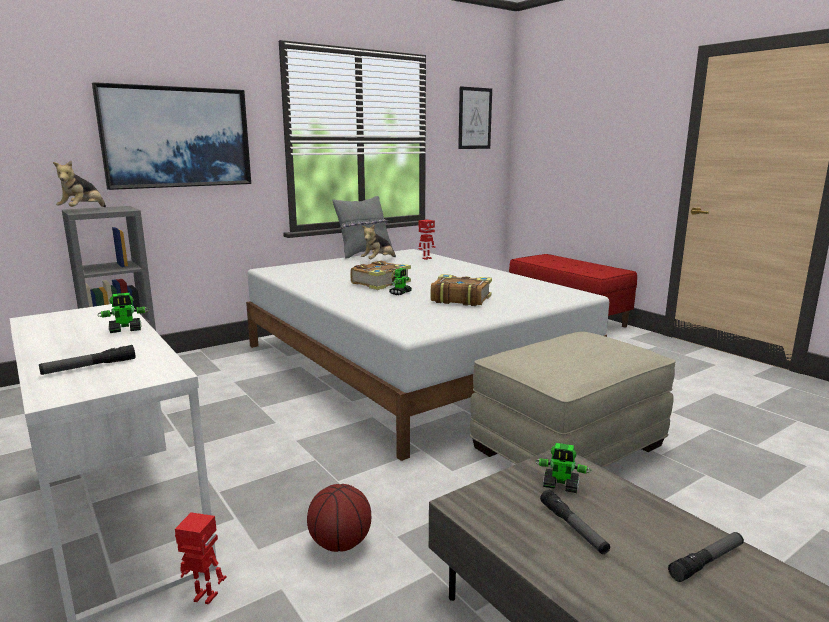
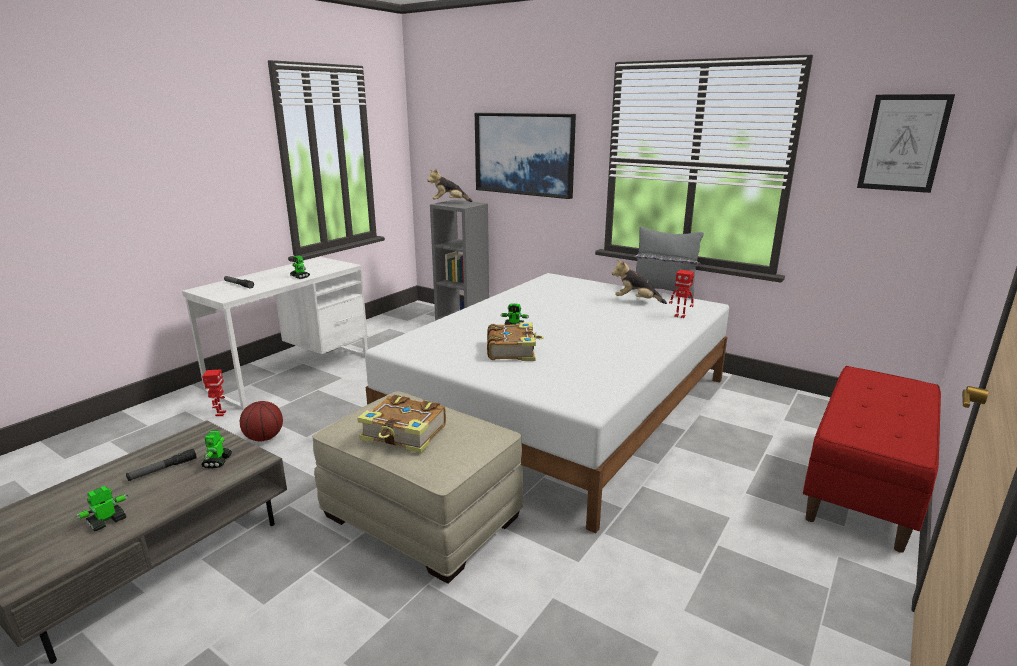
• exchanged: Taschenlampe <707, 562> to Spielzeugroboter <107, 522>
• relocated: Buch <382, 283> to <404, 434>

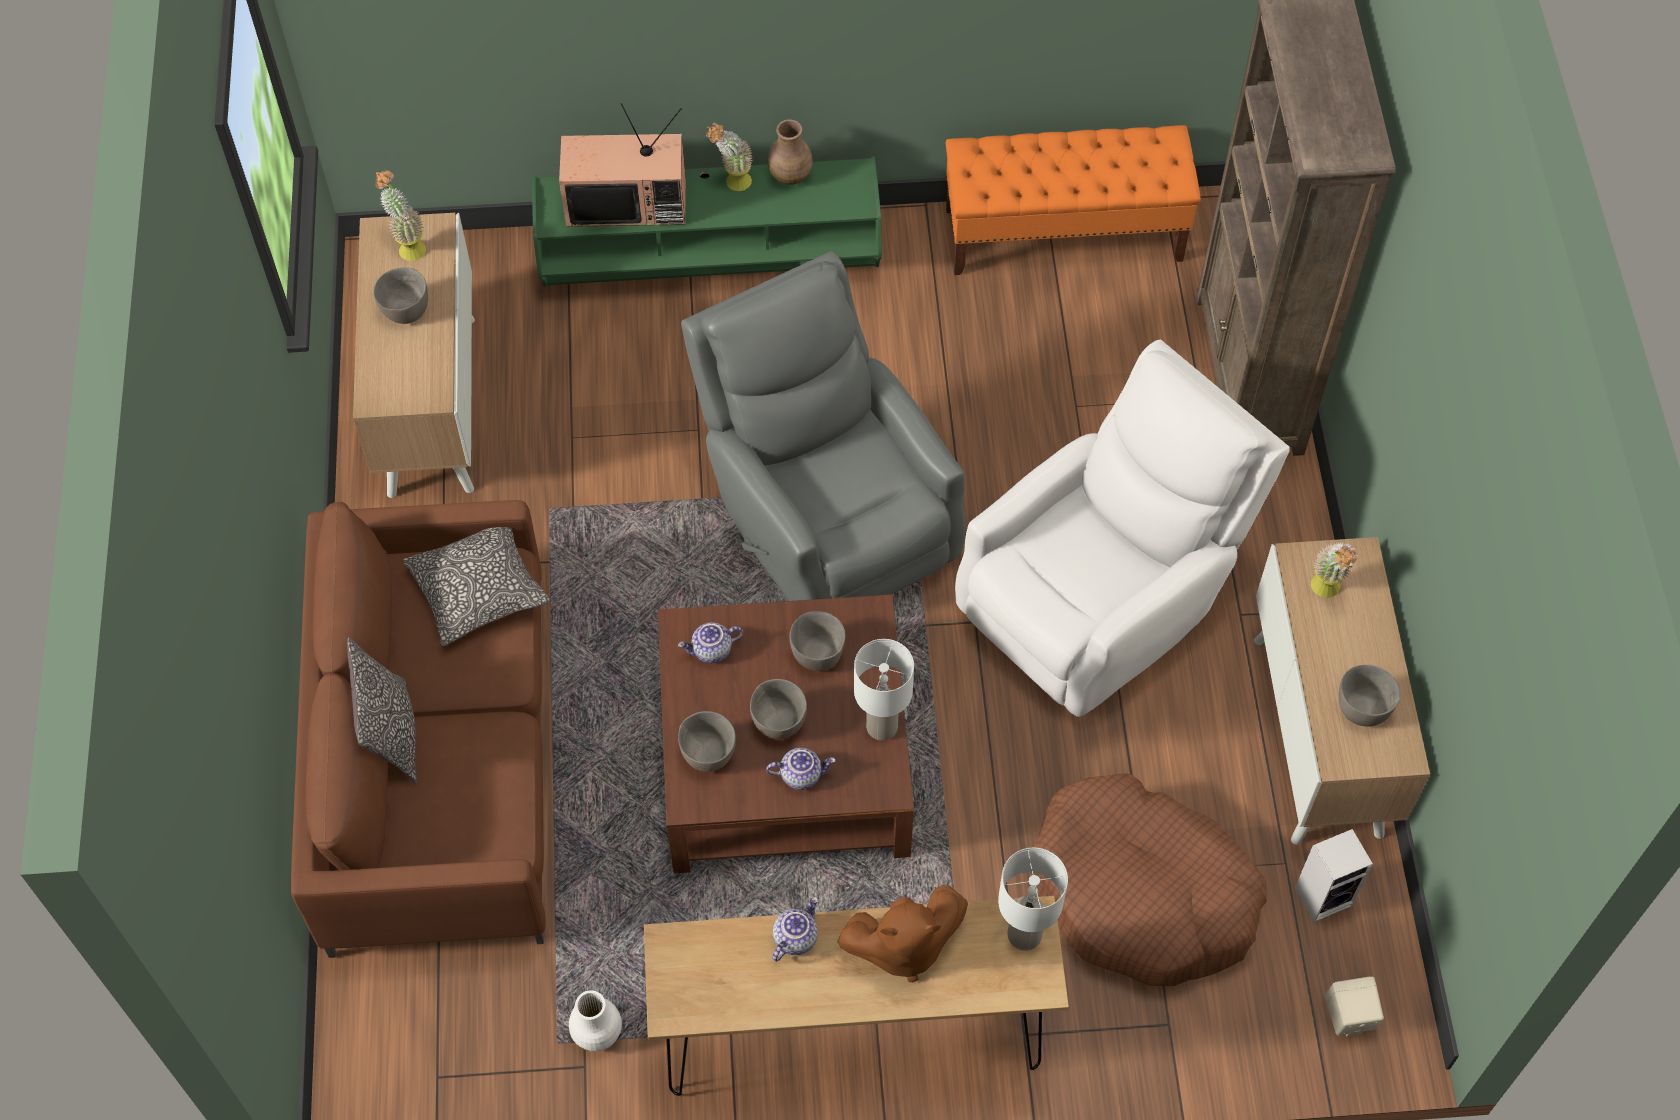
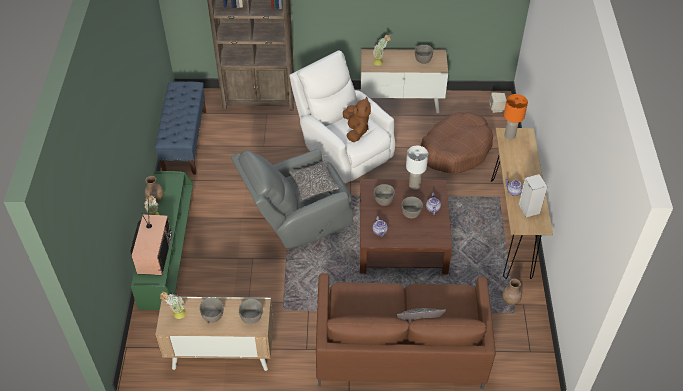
• colour: Bank (orange) <1064, 234> to Bank (blau) <185, 141>
• relocated: Schüssel (grau) <708, 755> to <252, 317>
• relocated: Kissen <478, 590> to <314, 184>
• relocated: Plüschtier (braun) <902, 946> to <356, 130>
• colour: Vase (weiß) <596, 1033> to Vase (braun) <510, 300>
• colour: Tischlampe (weiß) <1025, 935> to Tischlampe (orange) <510, 135>
• relocated: Lautsprecher <1324, 895> to <528, 208>

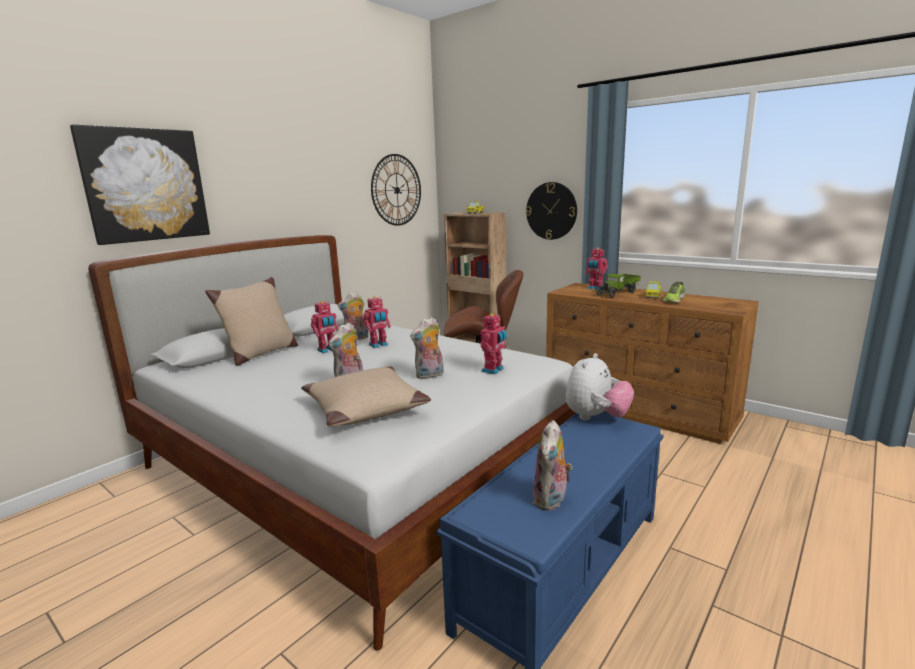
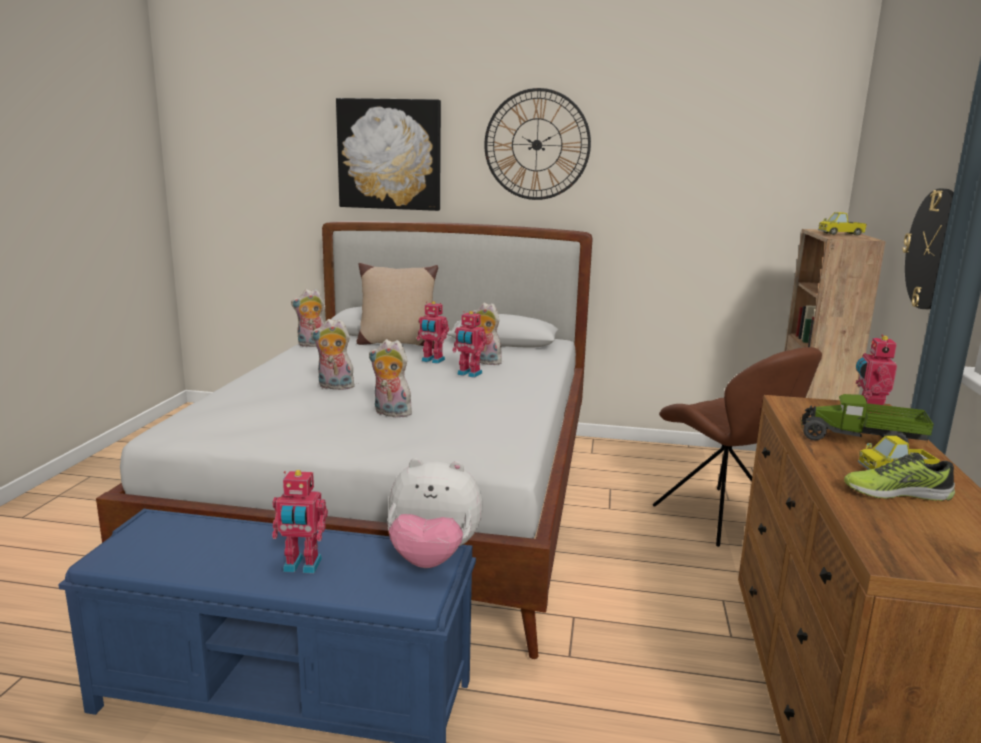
• relocated: Spielzeugroboter <494, 370> to <302, 566>
• relocated: Plüschtier <551, 500> to <311, 345>
• relocated: Wanduhr <396, 190> to <537, 145>
• missing: Kissen (beige) <364, 408>

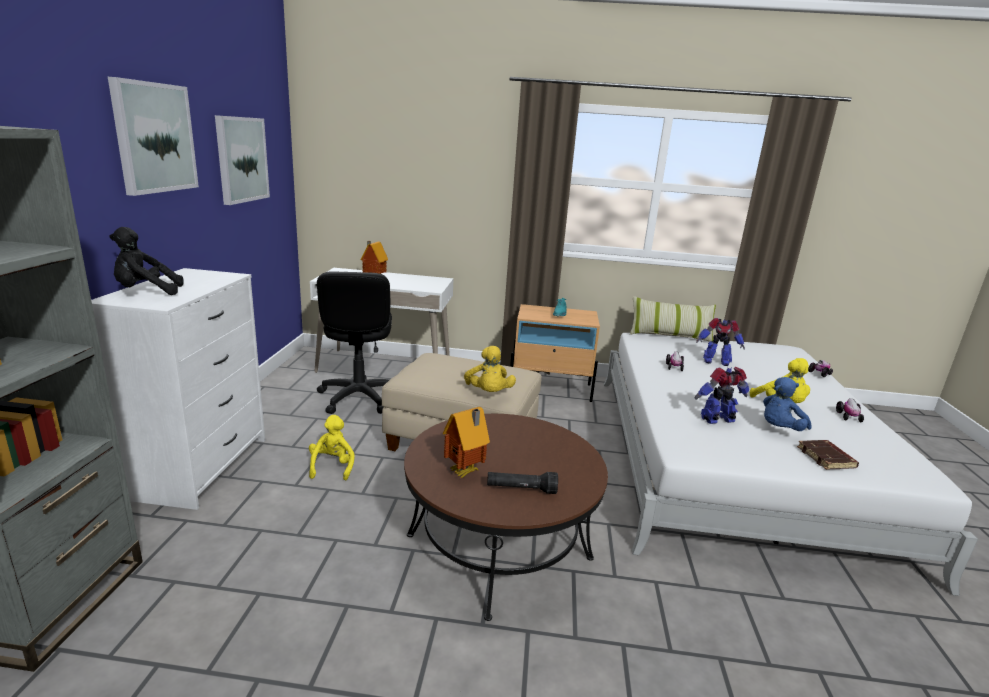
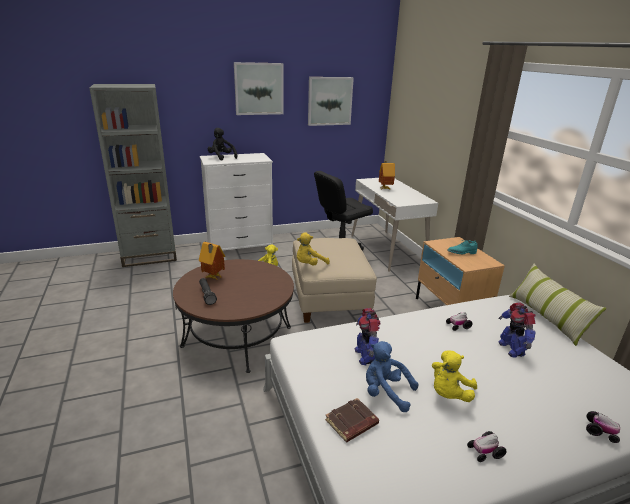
• spun: Spielzeugroboter <718, 420> = <365, 356> 150 degrees counterclockwise

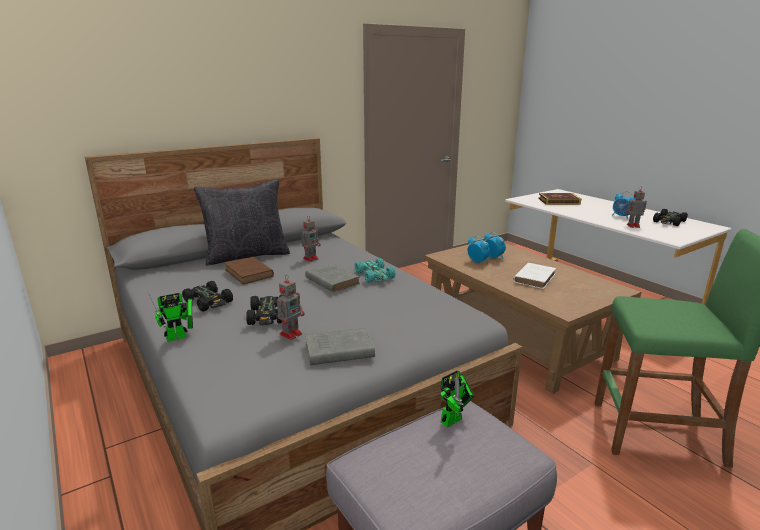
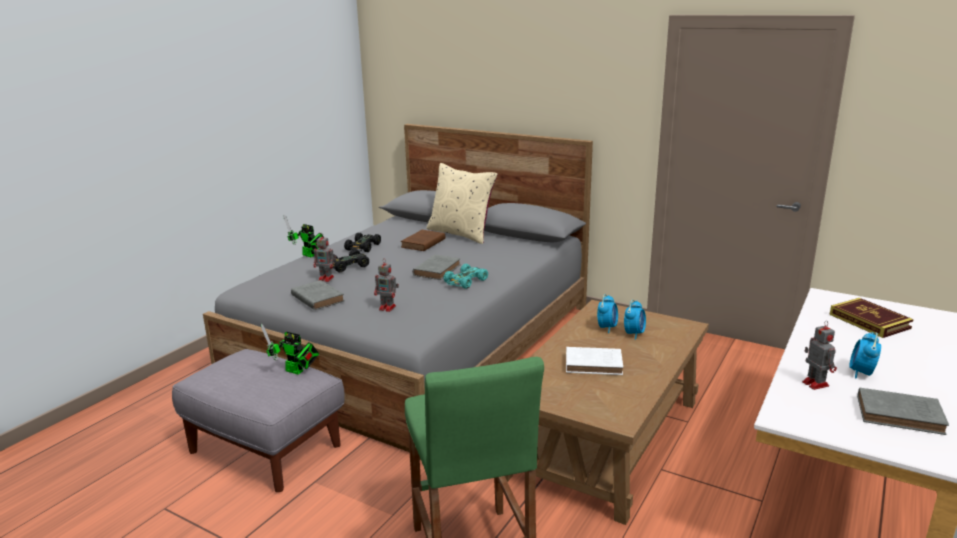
• relocated: Spielzeugroboter <311, 258> to <388, 308>
• colour: Kissen (schwarz) <246, 255> to Kissen (beige) <461, 233>
• exchanged: Spielzeugauto (schwarz) <669, 222> to Buch (grau) <902, 415>

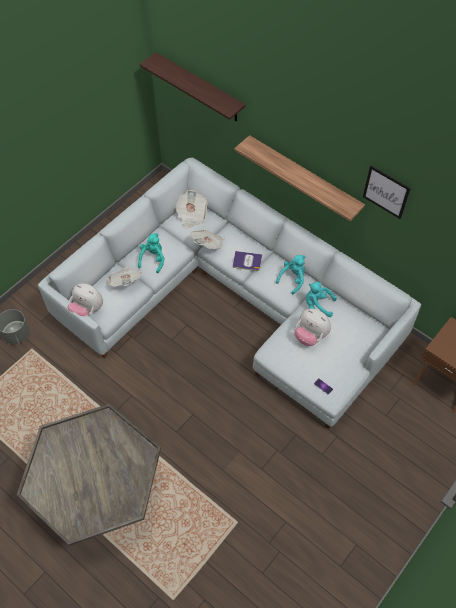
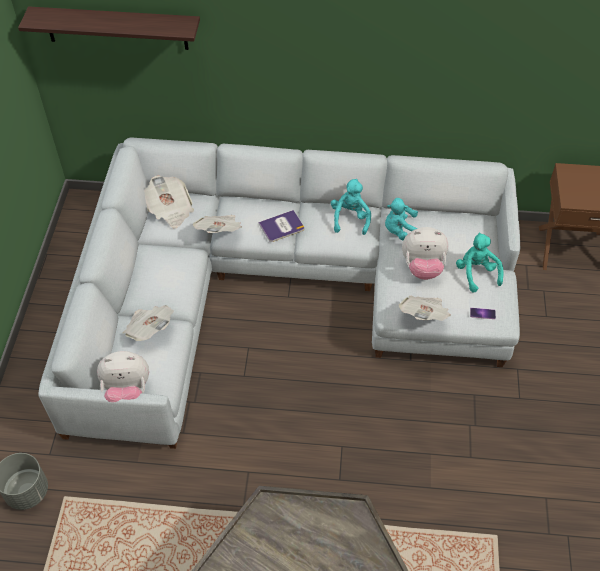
• appeared: Zeitung <424, 316>
• relocated: Plüschtier (türkis) <153, 259> to <476, 273>
• missing: Wandregal <304, 178>
• missing: Bild <386, 192>

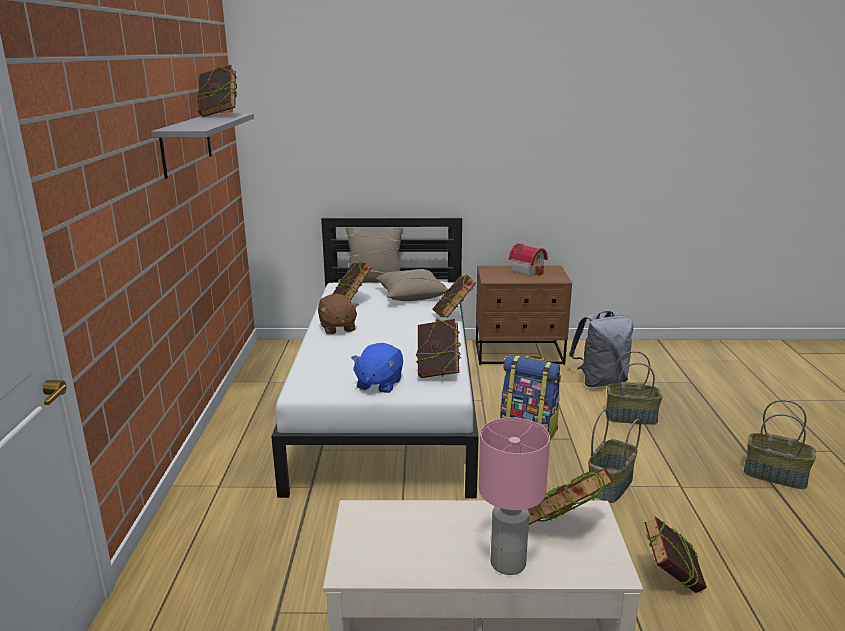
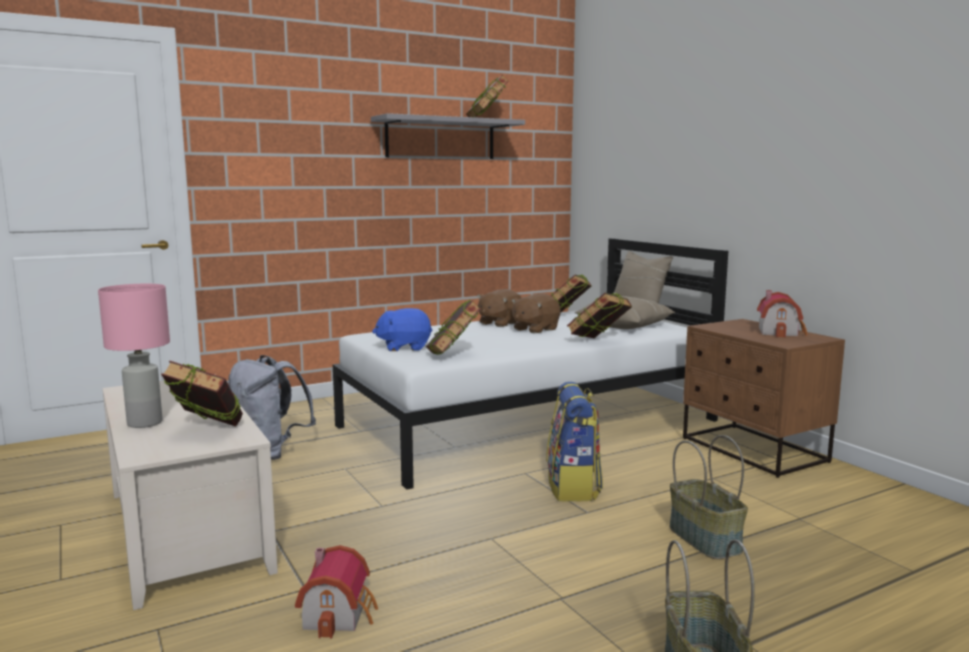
• relocated: Rucksack (grau) <600, 381> to <270, 453>
• exchanged: Buch <670, 580> to Spielzeughaus <340, 614>
• appeared: Plüschtier (braun) <535, 329>
• missing: Korb <610, 486>

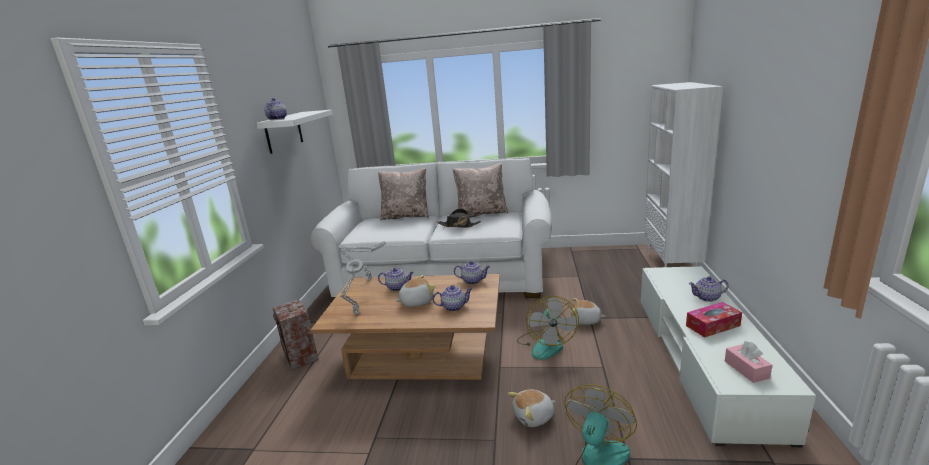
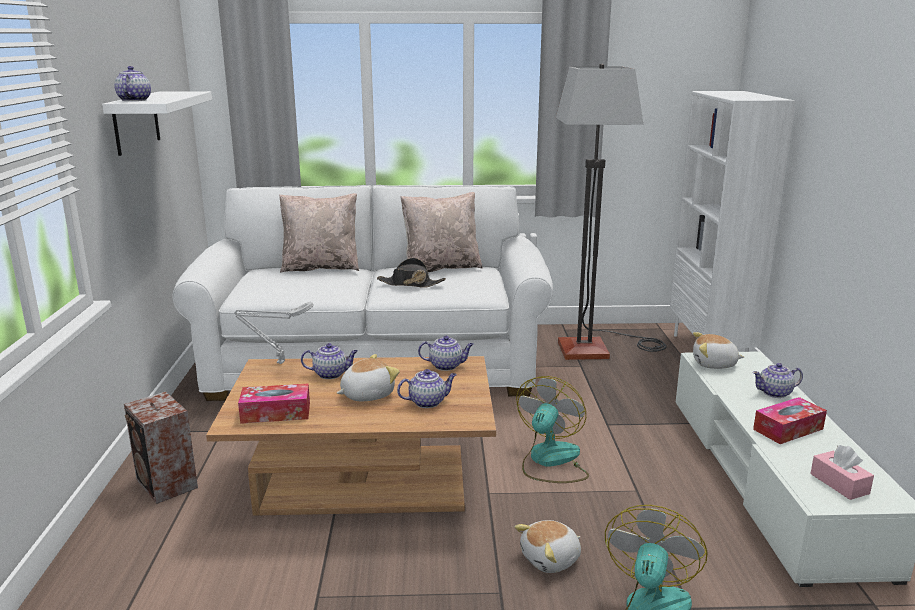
• exchanged: Tischlampe (grau) <356, 314> to Taschentuchbox <276, 413>
• spun: Ventilator <546, 344> = <550, 461> 150 degrees counterclockwise
• appeared: Stehlampe <597, 348>
• relocated: Plüschtier <585, 320> to <714, 364>

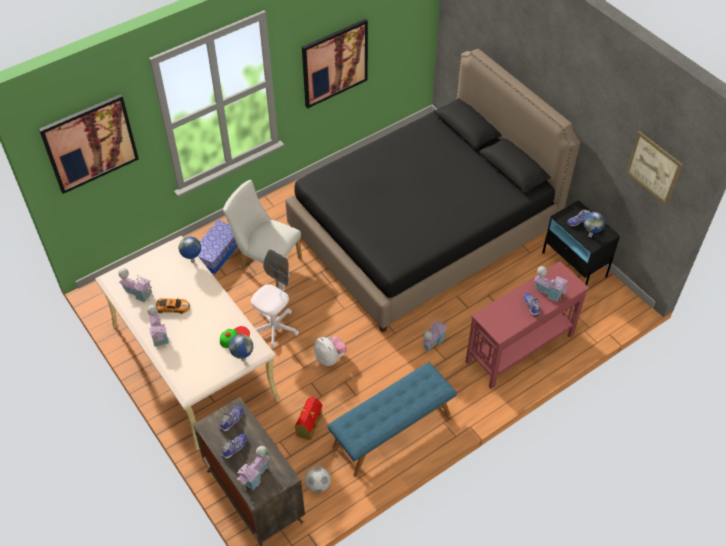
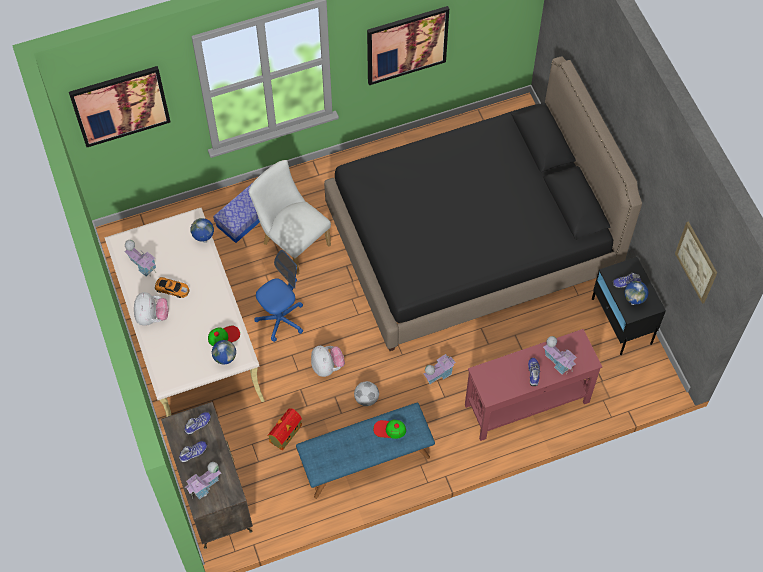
• exchanged: Spielzeughaus <159, 335> to Plüschtier <152, 317>
• colour: Bürostuhl (weiß) <275, 328> to Bürostuhl (blau) <281, 319>
• relocated: Fußball <318, 485> to <367, 398>
• appeared: Kappe <389, 429>

